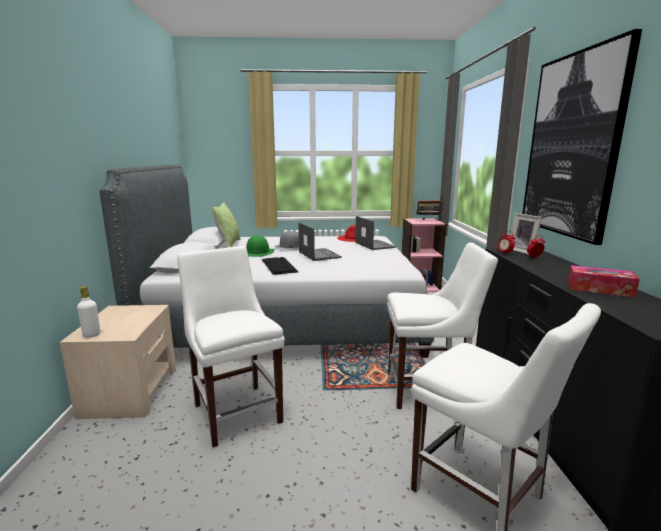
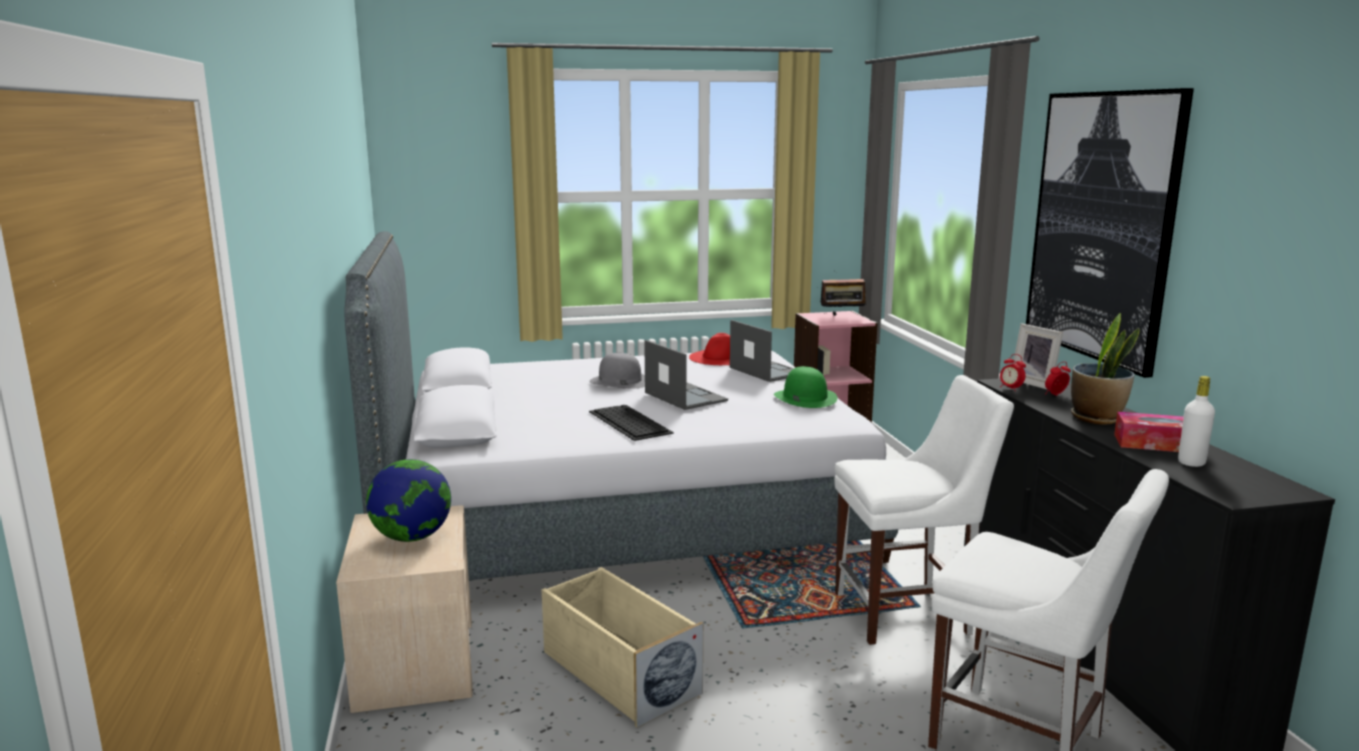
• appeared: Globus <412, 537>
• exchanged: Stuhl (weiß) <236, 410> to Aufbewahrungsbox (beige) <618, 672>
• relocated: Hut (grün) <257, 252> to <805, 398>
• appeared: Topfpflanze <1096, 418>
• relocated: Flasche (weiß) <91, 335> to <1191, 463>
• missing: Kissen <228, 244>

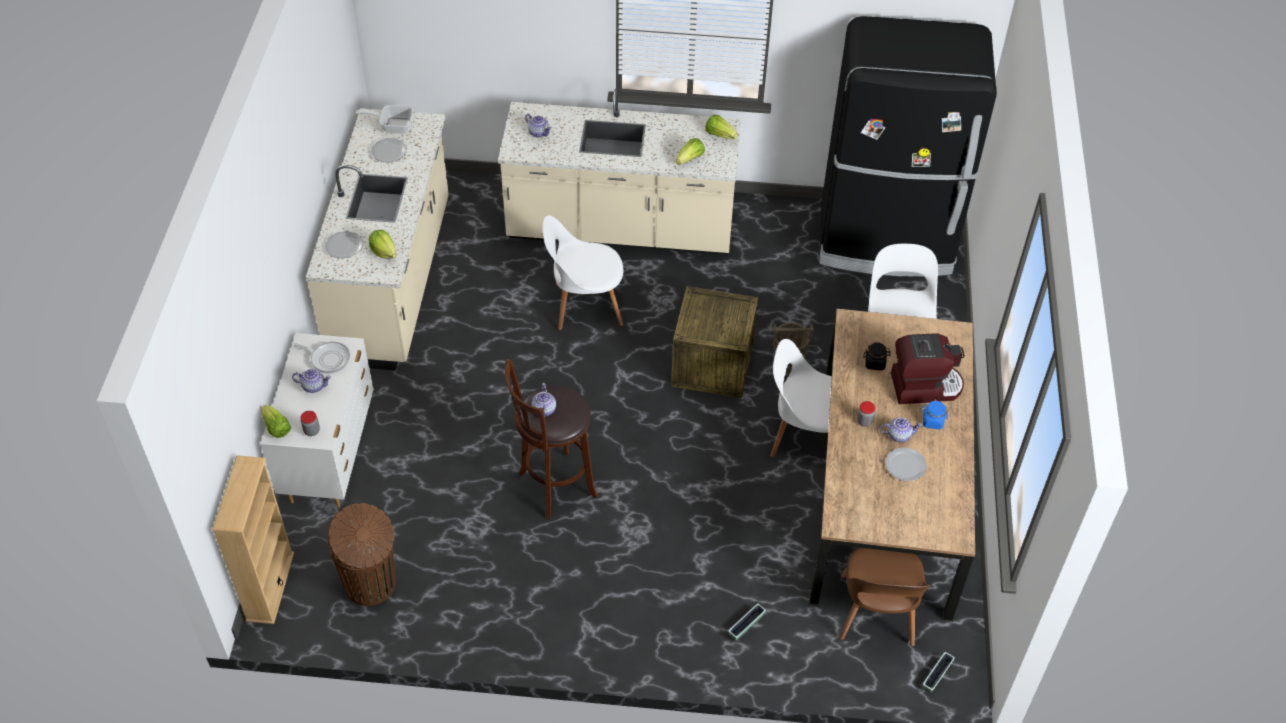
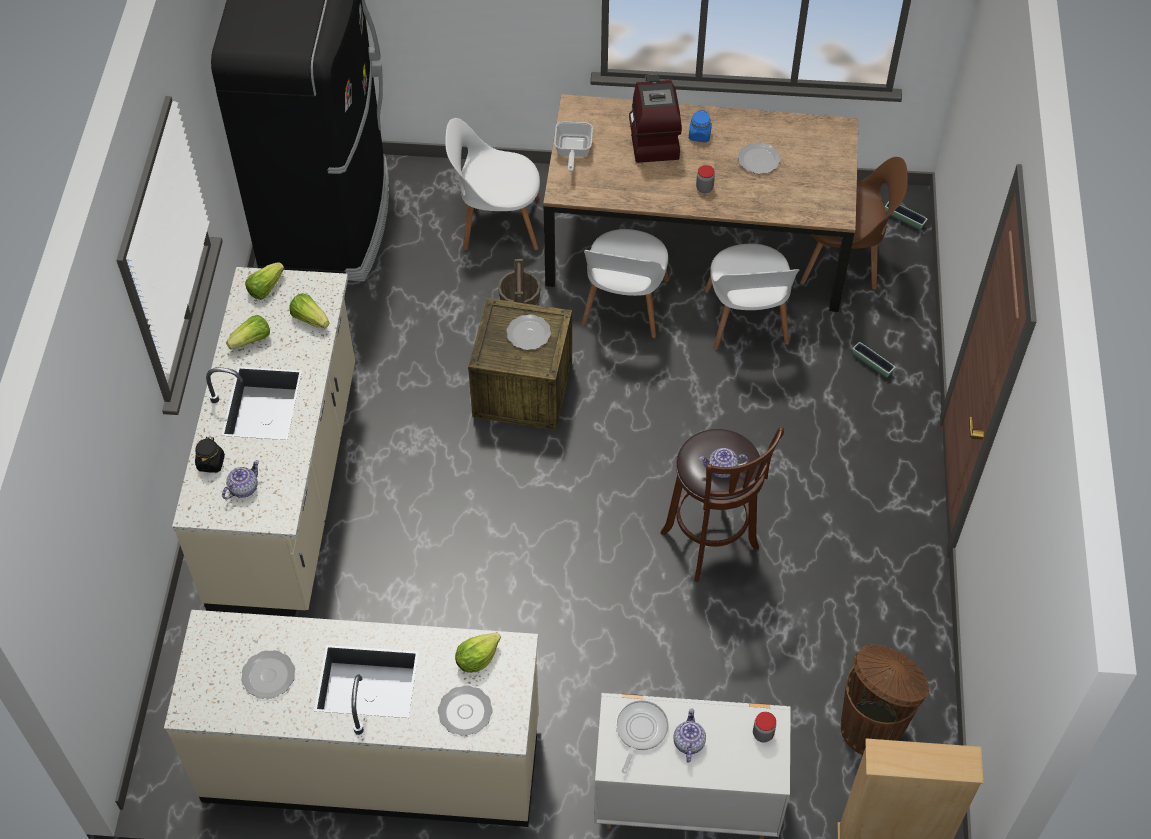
• relocated: Vorratsglas (schwarz) <875, 363> to <211, 462>
• relocated: Salatkopf <276, 428> to <252, 340>
• appeared: Teller <528, 334>
• relocated: Pfanne <393, 126> to <572, 152>
• relocated: Stuhl (weiß) <584, 305> to <746, 321>
• missing: Teekanne <898, 435>

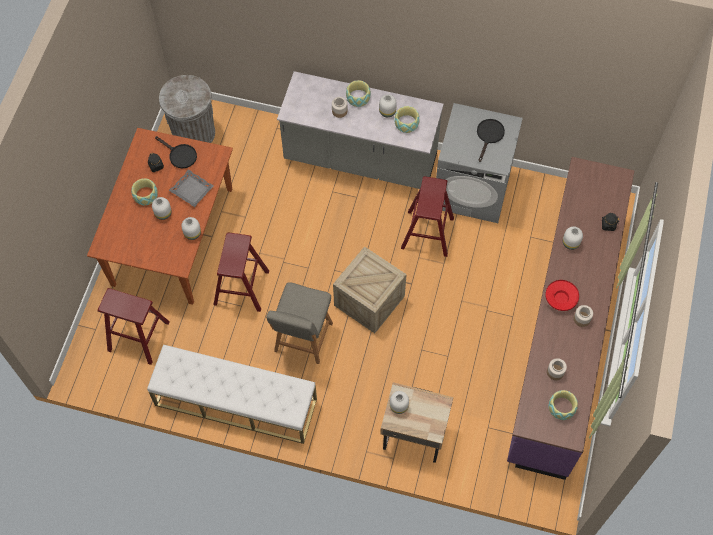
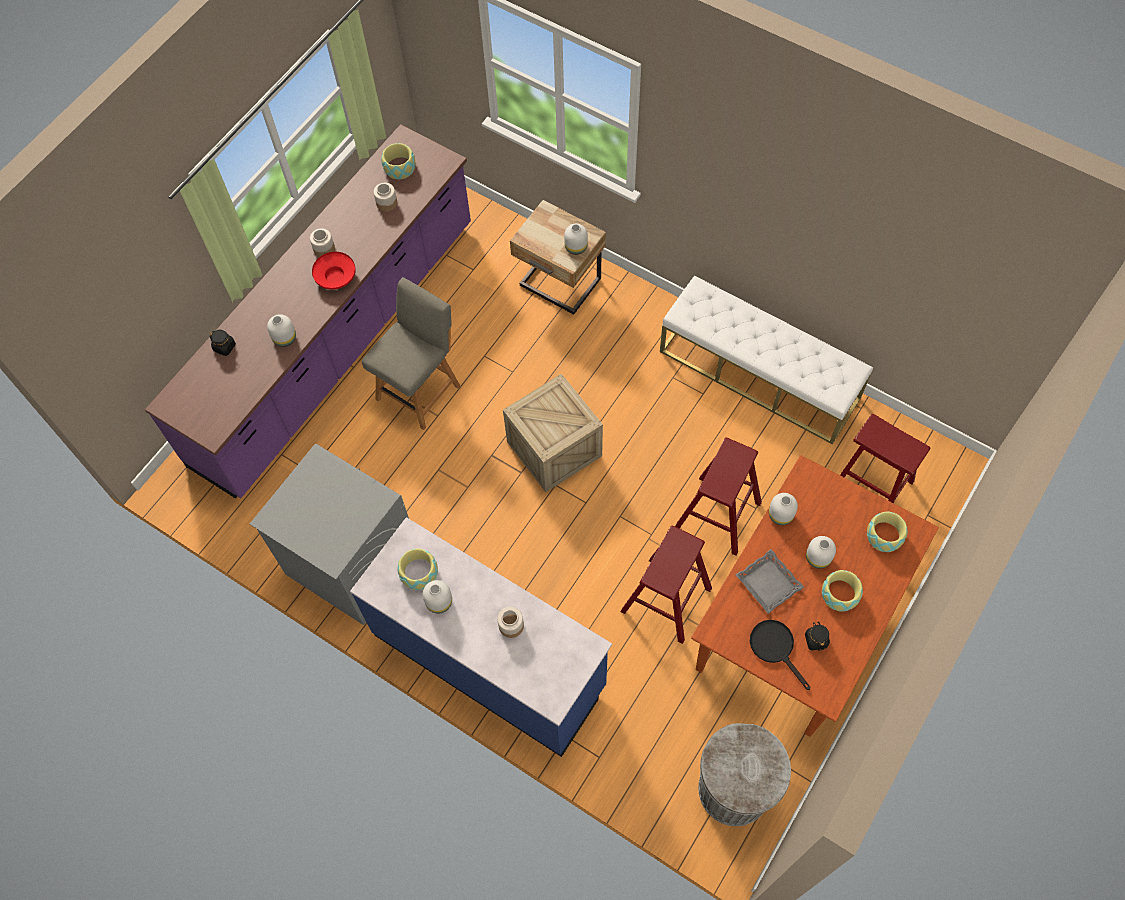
• colour: Küchenzeile (grau) <360, 159> to Küchenzeile (blau) <490, 659>
• relocated: Stuhl (grau) <302, 339> to <420, 390>
• relocated: Hocker (rot) <427, 233> to <666, 599>
• relocated: Schüssel <358, 98> to <884, 536>
• missing: Pfanne (schwarz) <489, 136>

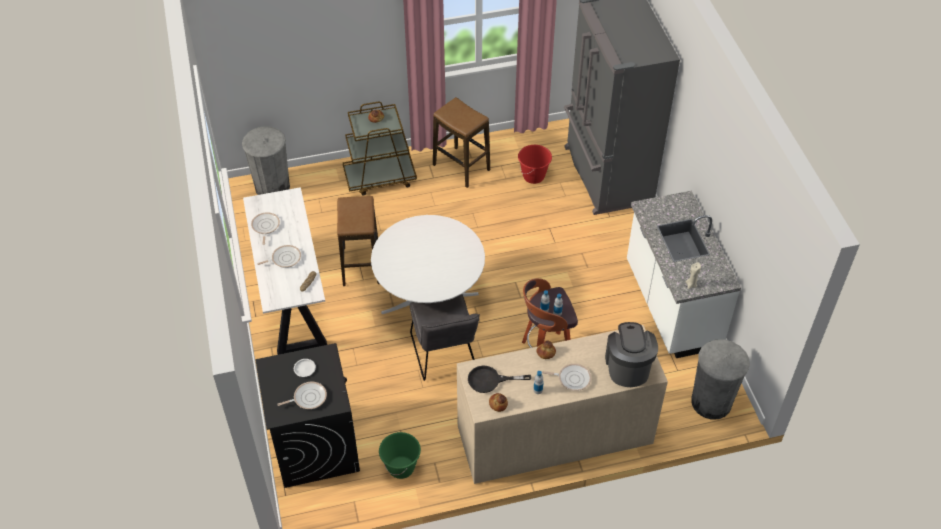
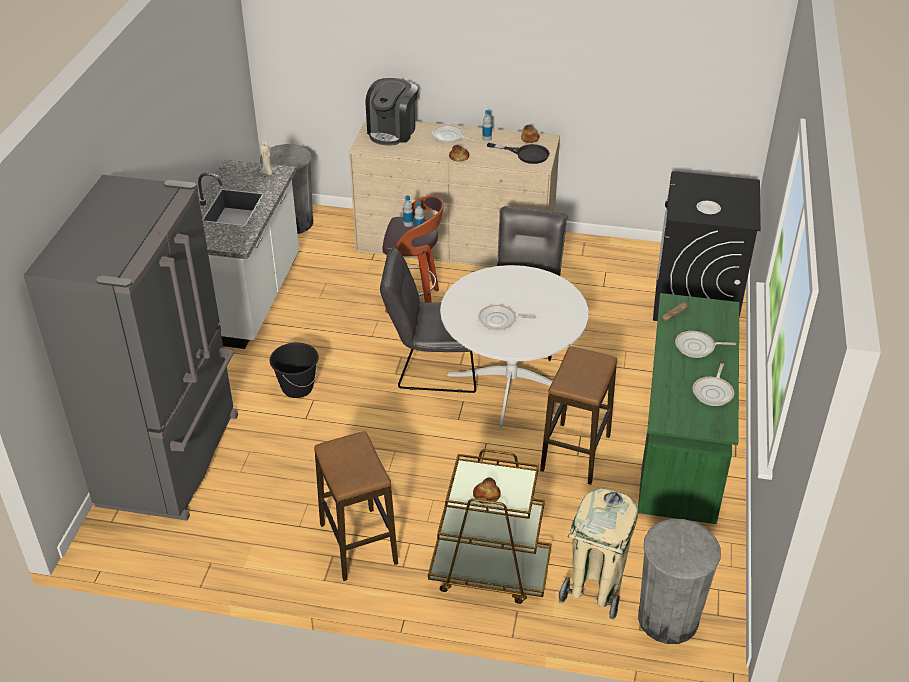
• appeared: Eimer (schwarz) <297, 388>
• appeared: Stuhl (grau) <432, 367>
• relocated: Pfanne <308, 398> to <499, 320>
• appeared: Mülleimer (beige) <594, 589>
• colour: Schreibtisch (weiß) <291, 298> to Schreibtisch (grün) <682, 443>
• missing: Eimer (grün) <401, 467>
• missing: Eimer (rot) <533, 176>

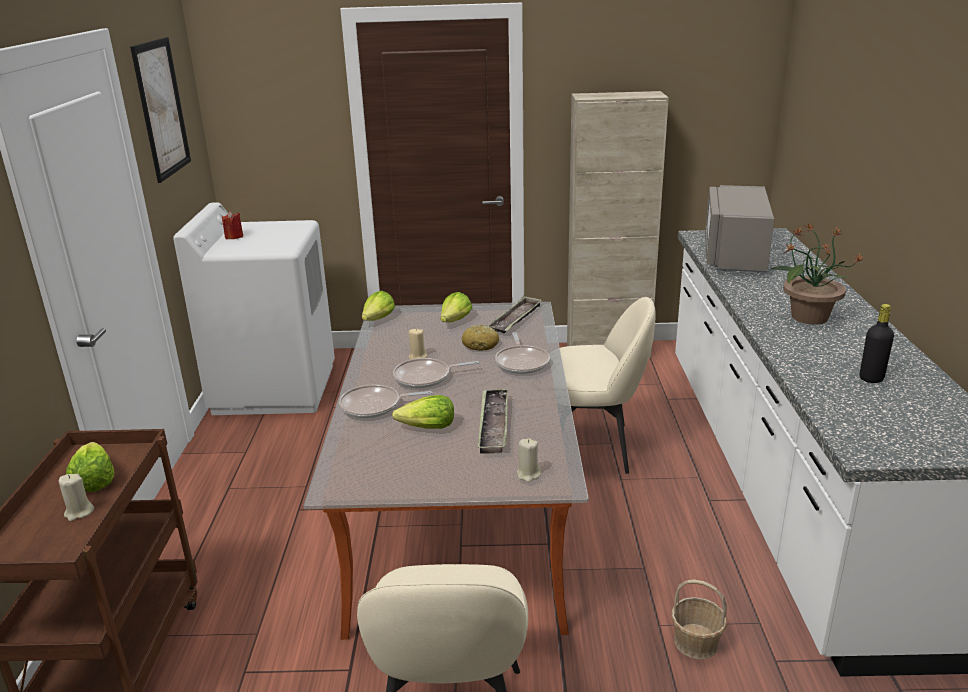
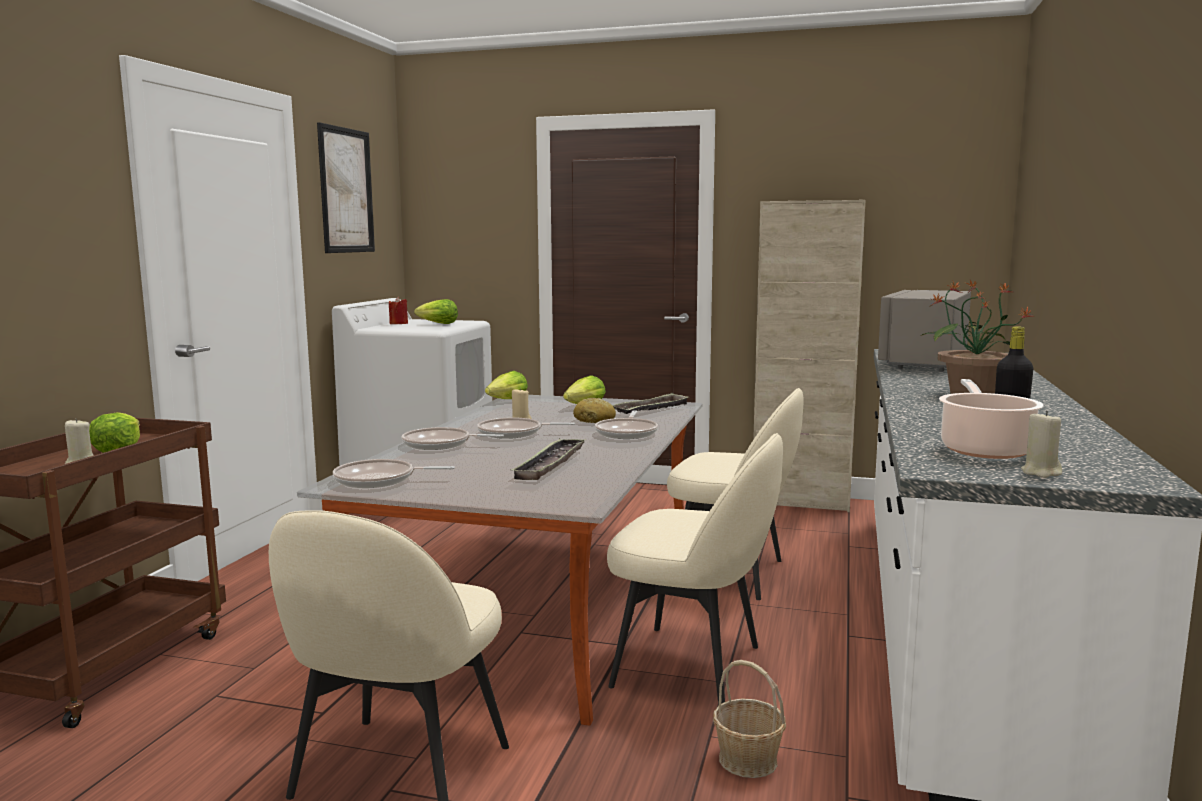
• appeared: Pfanne <379, 480>
• relocated: Salatkopf <427, 428> to <437, 324>
• appeared: Stuhl (beige) <692, 667>
• appeared: Kochtopf <984, 449>
• relocated: Kerze (beige) <528, 474> to <1041, 472>

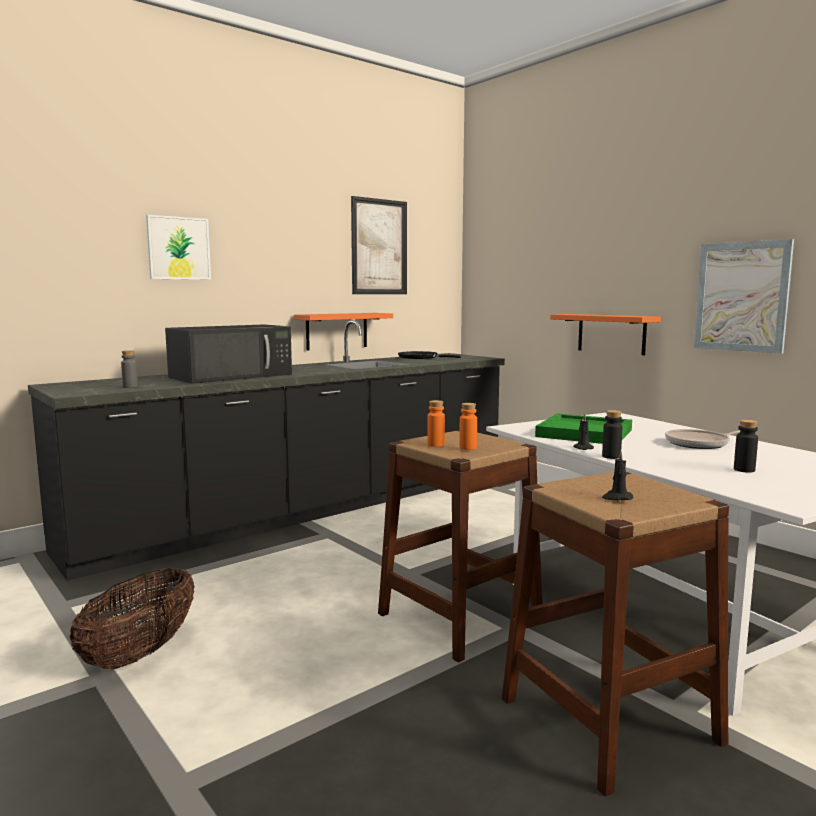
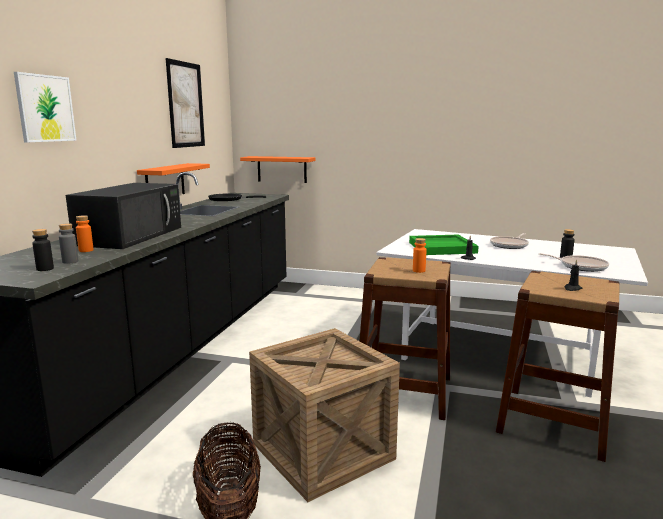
• relocated: Flasche (schwarz) <611, 456> to <45, 269>
• relocated: Flasche (orange) <436, 444> to <86, 250>
• relocated: Wandregal (orange) <611, 334> to <282, 169>
• appeared: Kiste <323, 451>
• appeared: Pfanne <580, 266>
• missing: Bild <741, 296>

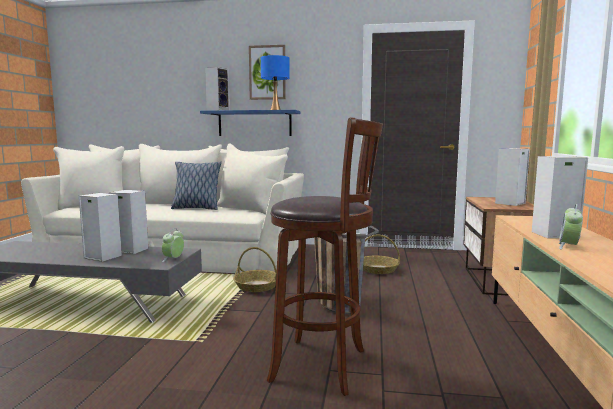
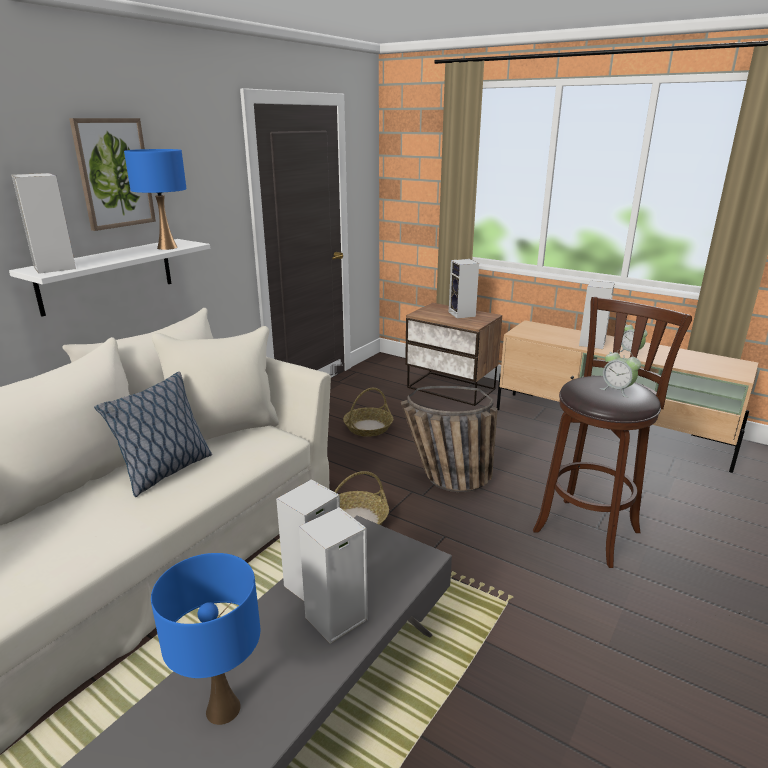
• colour: Wandregal (blau) <254, 123> to Wandregal (weiß) <107, 275>
• appeared: Tischlampe (blau) <222, 709>
• relocated: Wecker <173, 259> to <617, 390>

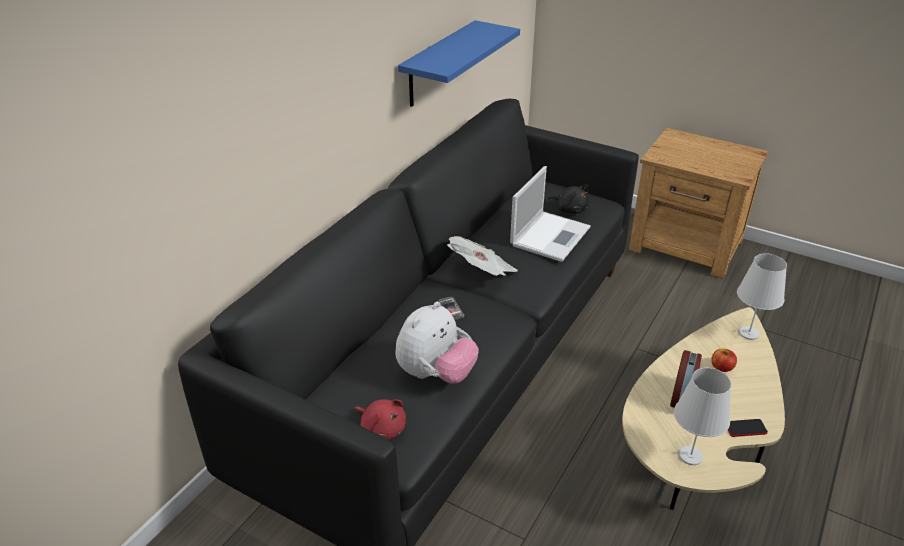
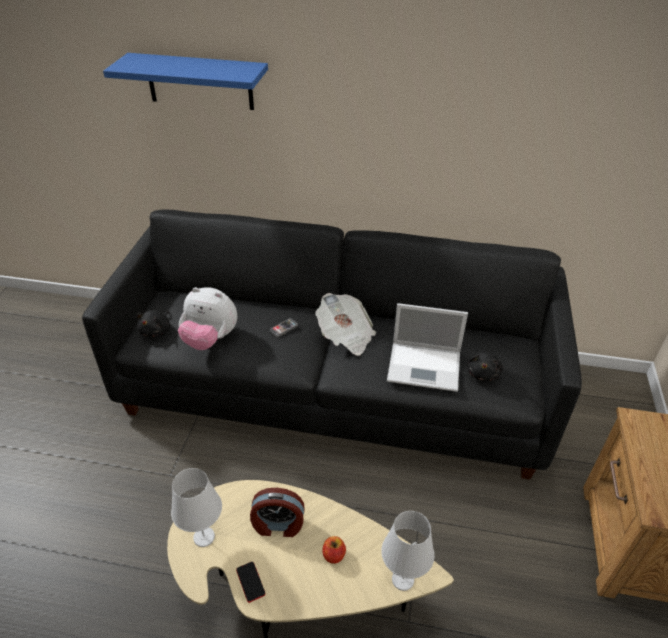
• relocated: Wandregal (blau) <439, 64> to <199, 81>
• colour: Plüschtier (rot) <381, 429> to Plüschtier (schwarz) <157, 331>

